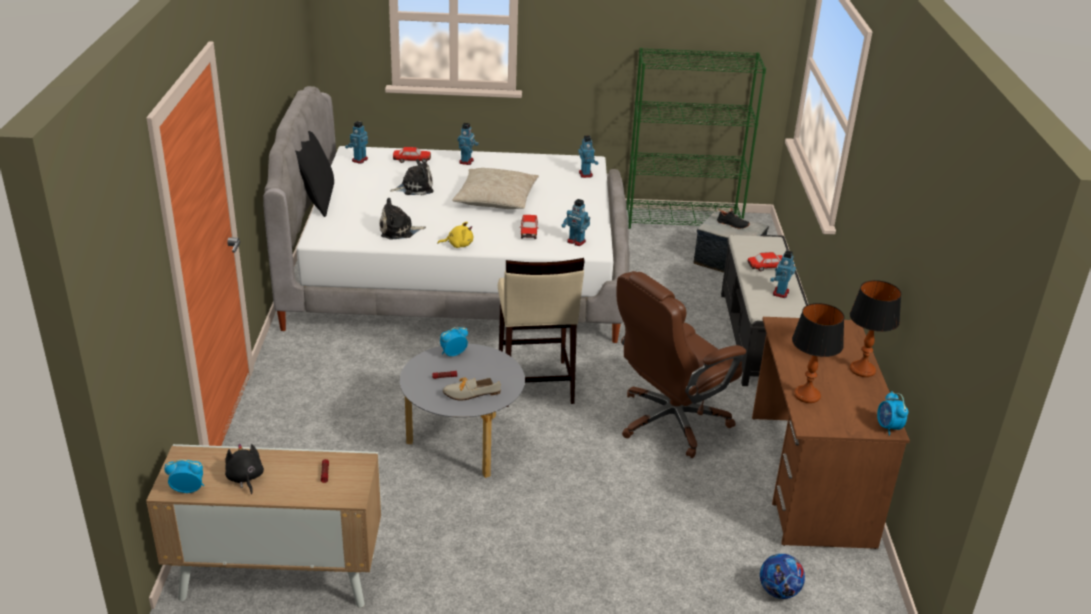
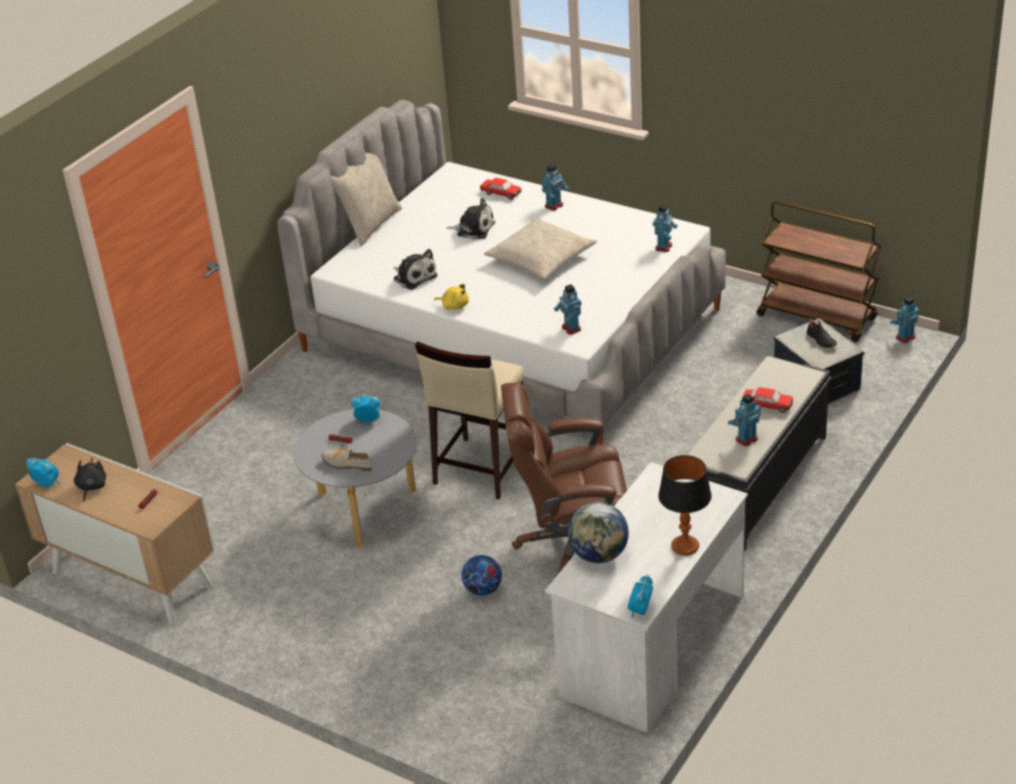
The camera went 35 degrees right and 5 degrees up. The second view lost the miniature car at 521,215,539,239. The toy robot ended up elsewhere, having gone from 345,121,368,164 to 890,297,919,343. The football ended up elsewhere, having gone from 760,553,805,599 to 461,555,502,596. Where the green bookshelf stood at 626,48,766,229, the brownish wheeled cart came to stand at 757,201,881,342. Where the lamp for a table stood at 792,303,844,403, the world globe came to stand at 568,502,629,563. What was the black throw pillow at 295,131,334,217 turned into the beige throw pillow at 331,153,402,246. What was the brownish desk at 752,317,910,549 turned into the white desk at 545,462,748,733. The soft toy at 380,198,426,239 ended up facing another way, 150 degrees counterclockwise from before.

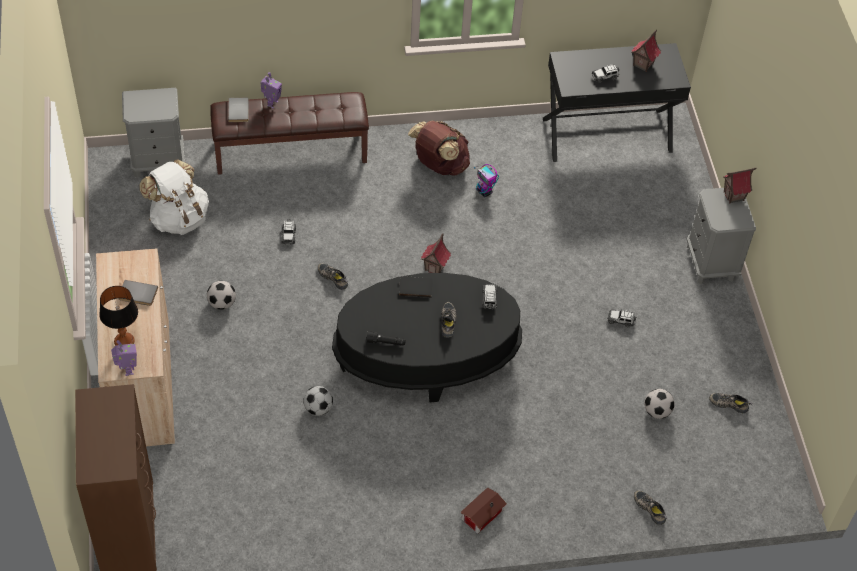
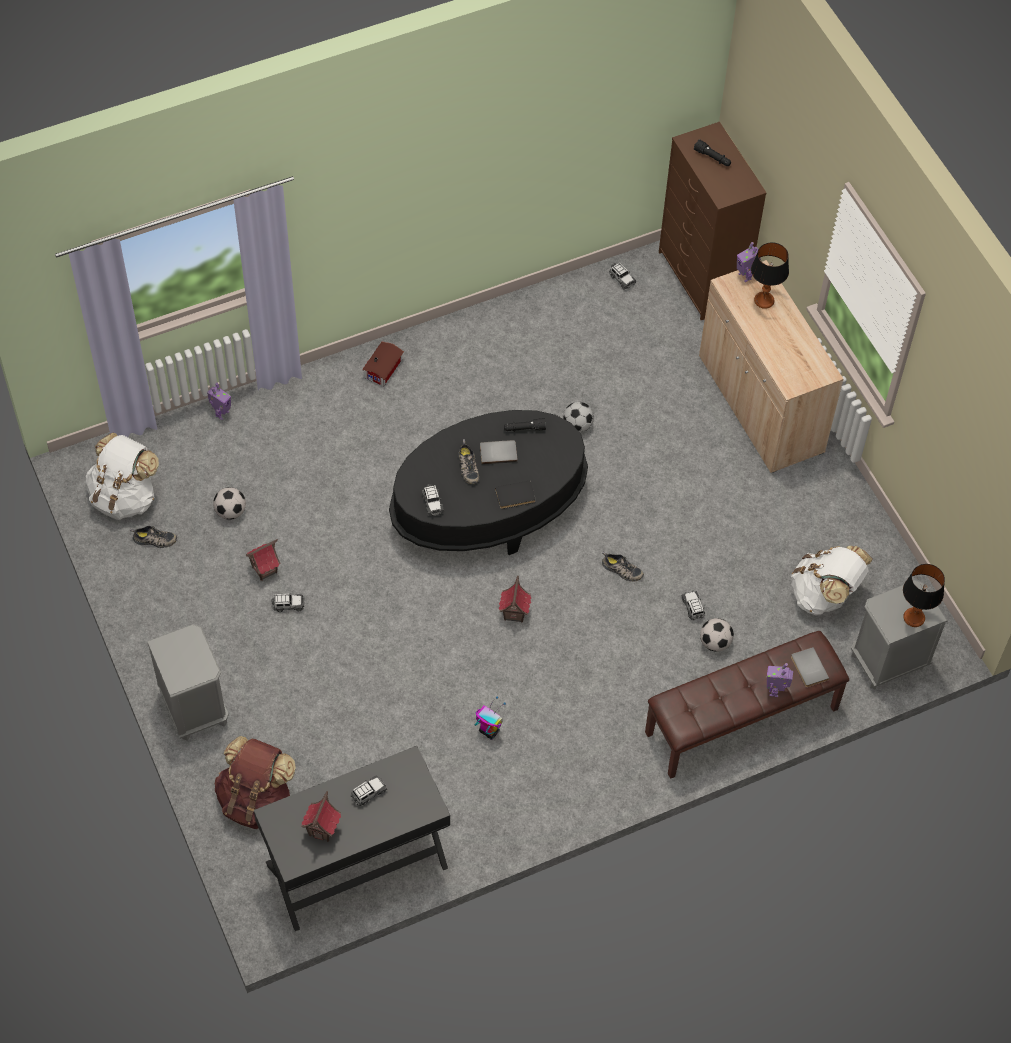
The camera went 165 degrees right and 5 degrees up. The second view gained the white rucksack at 86,432,159,520. The second view gained the miniature car at 609,262,636,289. The second view gained the black hand torch at 694,139,731,166. The second view gained the lamp for a table at 903,564,945,627. The grey volume ended up elsewhere, having gone from 119,280,158,306 to 480,440,518,465. The football ended up elsewhere, having gone from 207,281,236,310 to 700,618,734,652. The brownish rucksack ended up elsewhere, having gone from 408,121,470,176 to 215,736,296,829. The toy house ended up elsewhere, having gone from 723,168,756,204 to 246,539,281,581. Where the shoe stood at 634,490,667,525, the toy robot came to stand at 207,383,231,420.

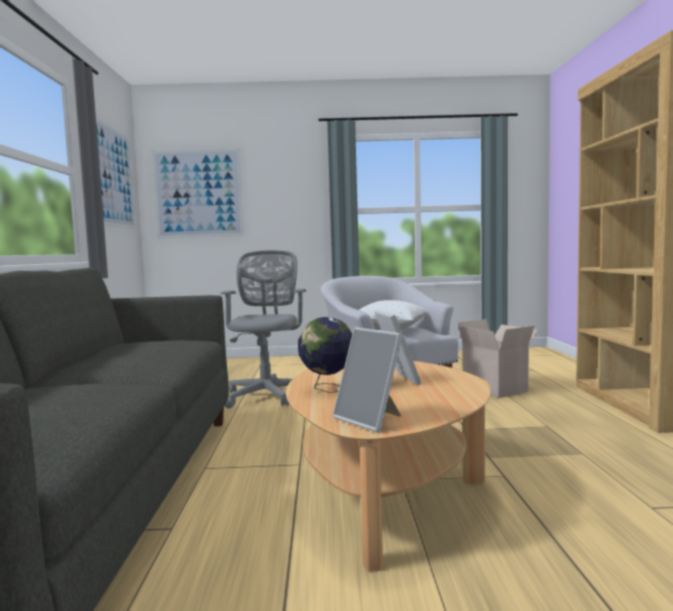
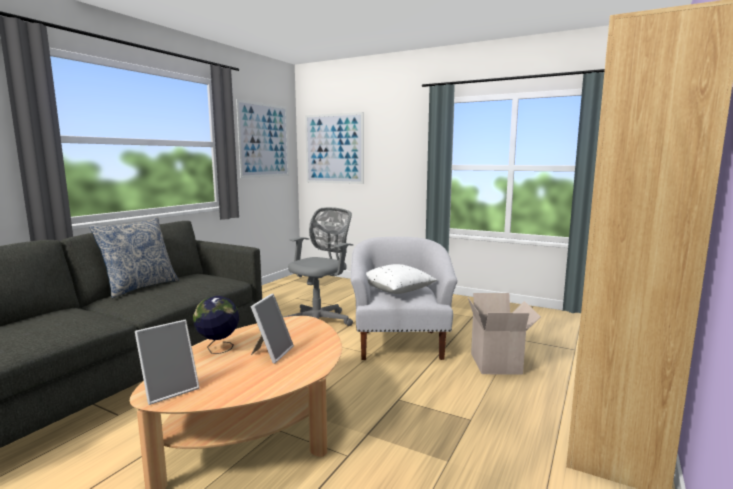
The camera went 30 degrees right and 5 degrees up. The second view gained the throw pillow at 89,217,179,298. The standing frame at 333,327,403,433 ended up facing another way, 120 degrees counterclockwise from before.

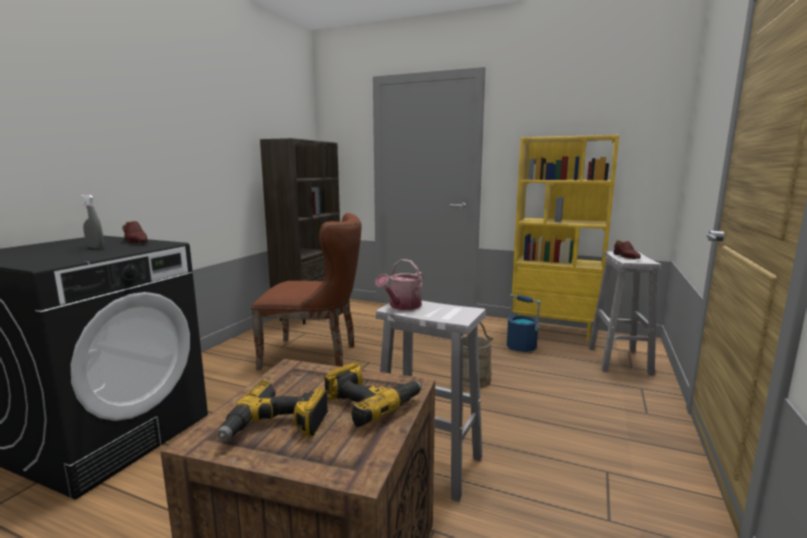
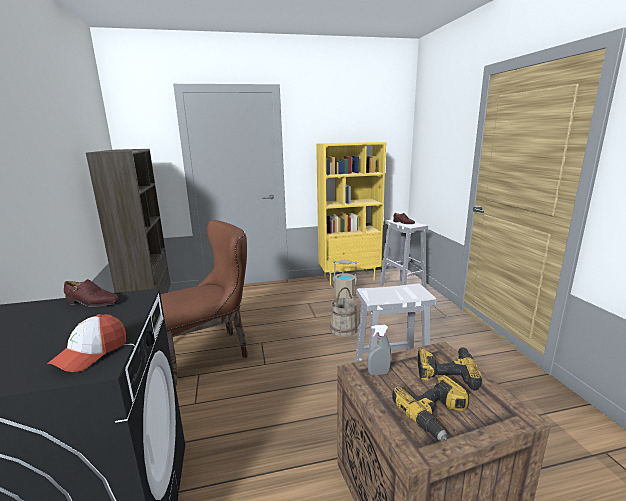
The camera went 35 degrees left and 5 degrees up. The second view lost the watering can at 375,259,424,310. The second view gained the cap at 47,314,126,372. The grey sprayer ended up elsewhere, having gone from 81,194,104,249 to 368,325,391,376. What was the bluish bucket at 507,294,541,352 turned into the beige bucket at 333,260,357,298.

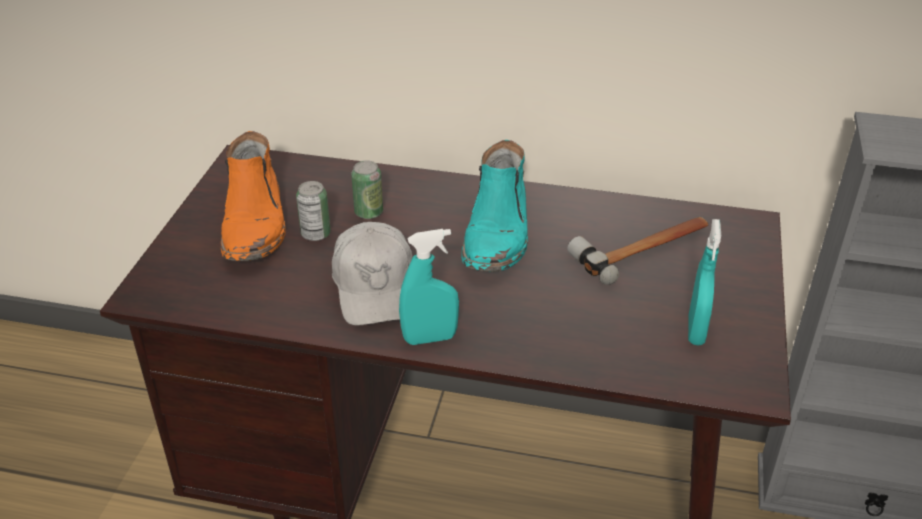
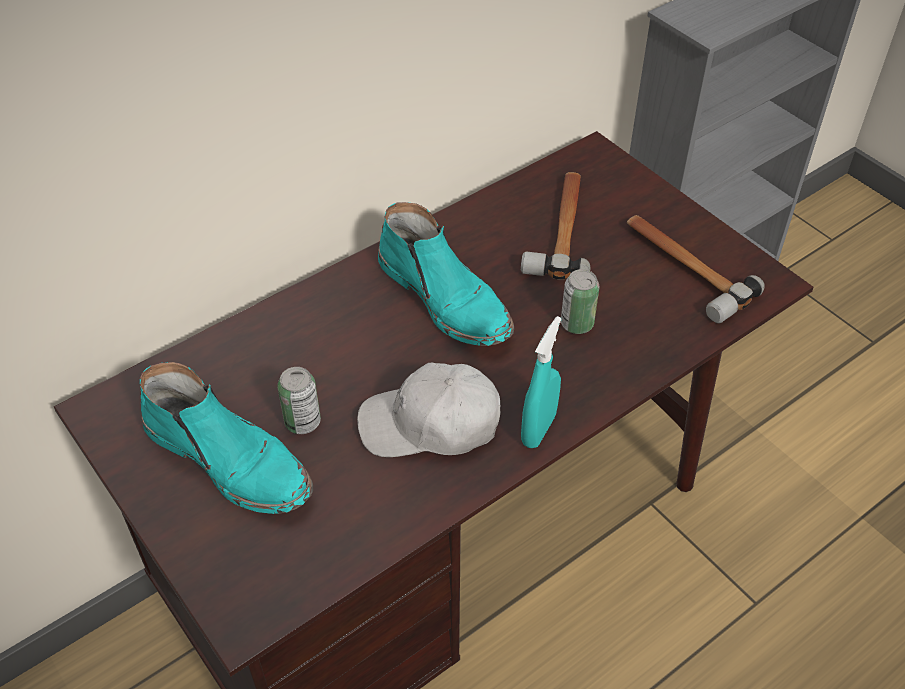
The camera went 50 degrees left and 10 degrees up. The sealed can ended up elsewhere, having gone from 351,160,383,219 to 561,269,600,334. Where the turquoise-coloured sprayer stood at 688,219,721,345, the tool hammer came to stand at 627,215,765,323. What was the orange tall boot at 221,131,286,261 turned into the turquoise-coloured tall boot at 140,362,313,514. The white cap at 332,222,413,325 ended up facing another way, 150 degrees clockwise from before.

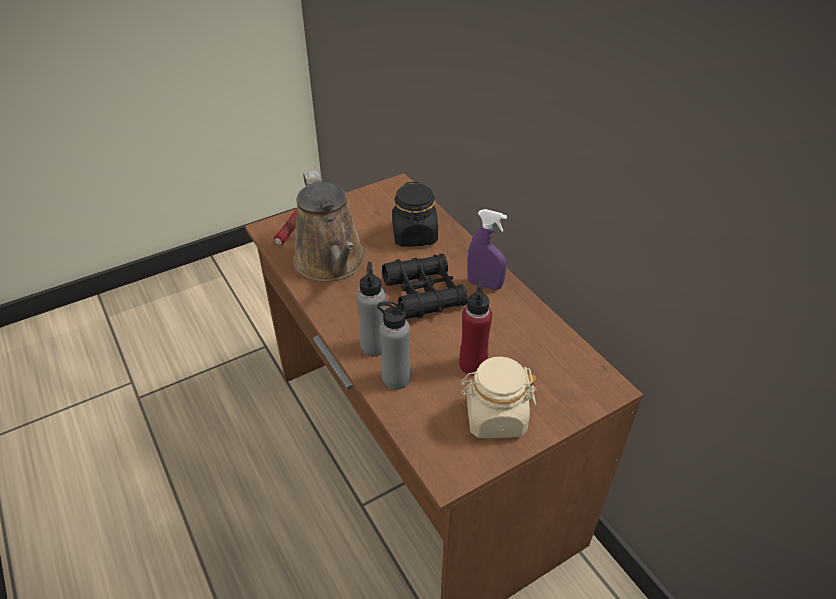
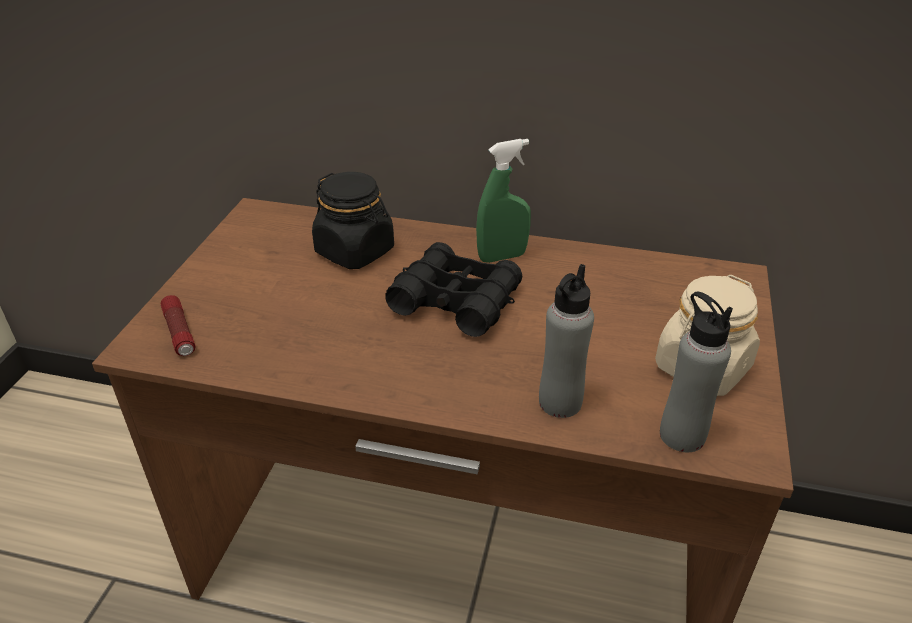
The camera went 45 degrees left and 5 degrees down. The second view lost the brownish watering can at 293,170,365,282. The second view lost the reddish beverage bottle at 459,279,492,375. The grey beverage bottle ended up elsewhere, having gone from 357,262,386,357 to 660,292,733,452. What was the purple sprayer at 467,209,507,290 turned into the green sprayer at 476,139,531,263.

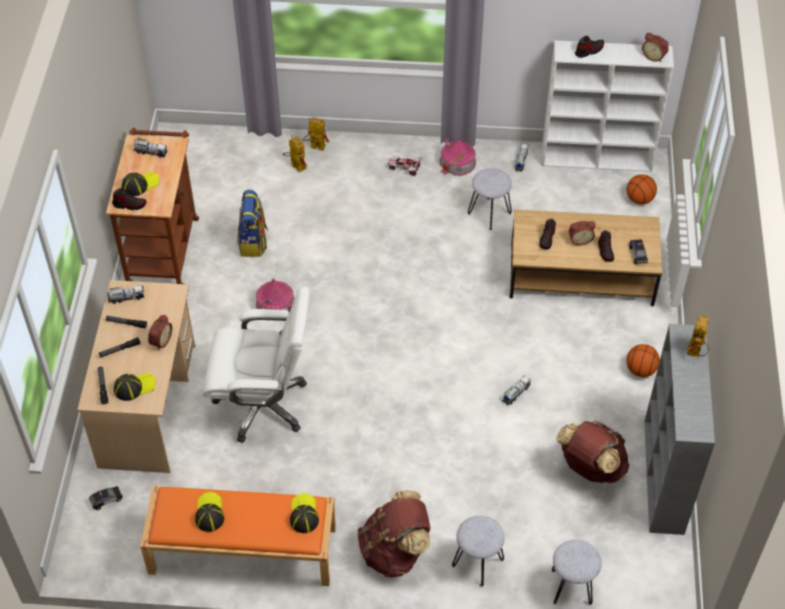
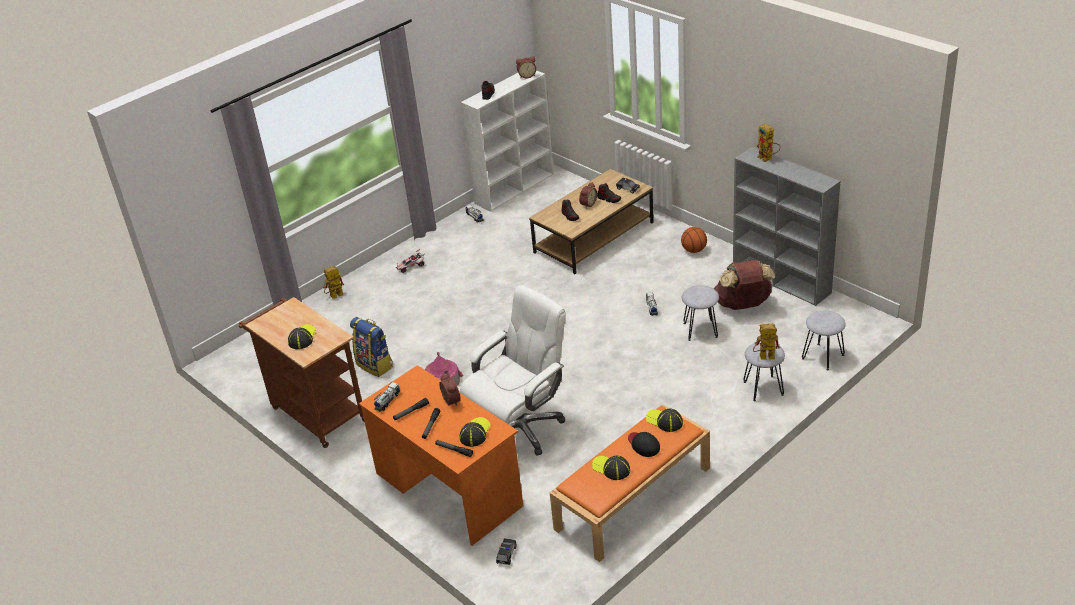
The camera went 45 degrees left and 15 degrees down. The second view lost the shoe at 112,188,146,210. The second view lost the toy lorry at 134,138,167,158. The second view lost the brownish rucksack at 357,490,430,578. The second view lost the toy house at 440,136,476,176. The second view lost the basketball ball at 627,174,657,205. The second view gained the black cap at 628,432,660,457. The toy robot ended up elsewhere, having gone from 283,135,307,173 to 753,323,780,360. The grey stool seat ended up elsewhere, having gone from 468,168,512,230 to 682,285,719,341. What was the beige desk at 77,280,195,473 turned into the orange desk at 359,365,523,546.

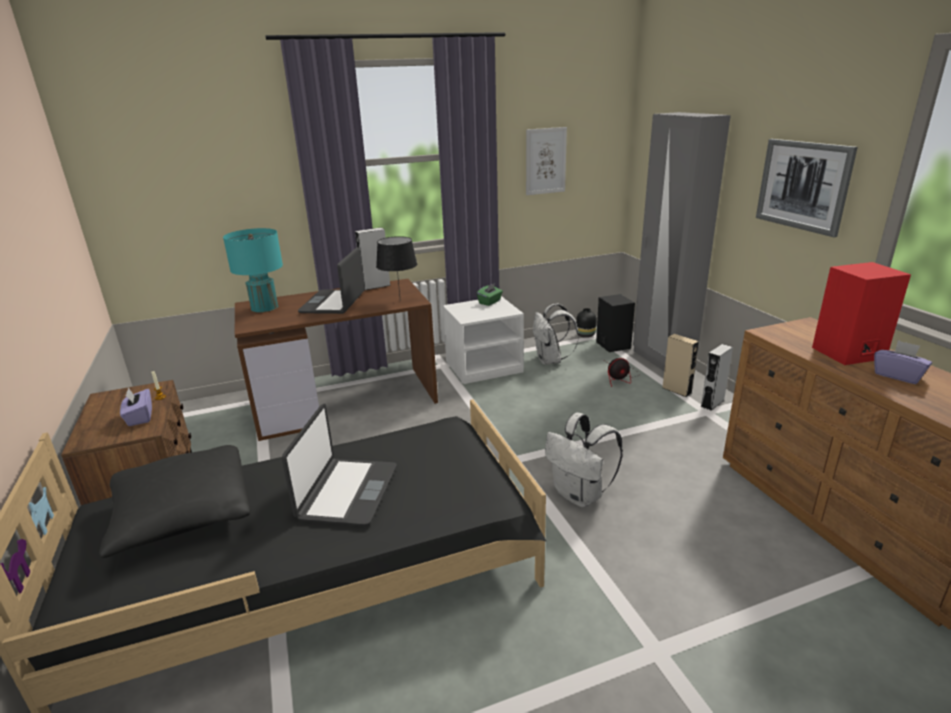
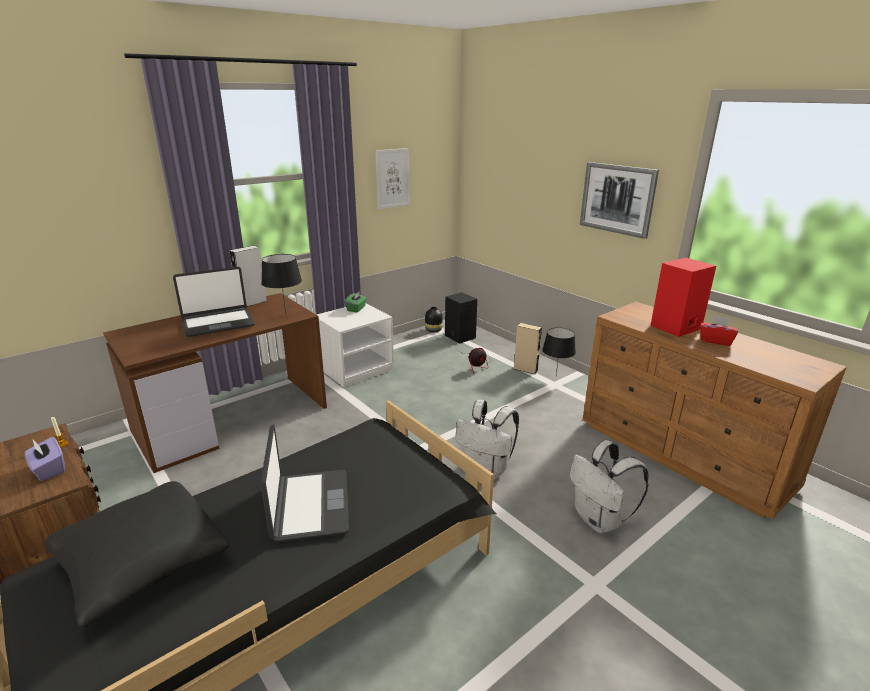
The camera went 20 degrees left and 0 degrees up. The second view lost the turquoise-coloured lamp for a table at 223,228,283,312. The second view lost the grey clothes cupboard at 633,112,731,371. The white rucksack ended up elsewhere, having gone from 533,303,579,365 to 570,440,649,533. Where the grey speaker stood at 701,344,733,411, the black lamp for a table came to stand at 542,327,576,375. What was the purple box of tissues at 874,340,932,384 turned into the reddish box of tissues at 700,315,738,346. The notebook computer at 298,247,365,314 ended up facing another way, 105 degrees counterclockwise from before.

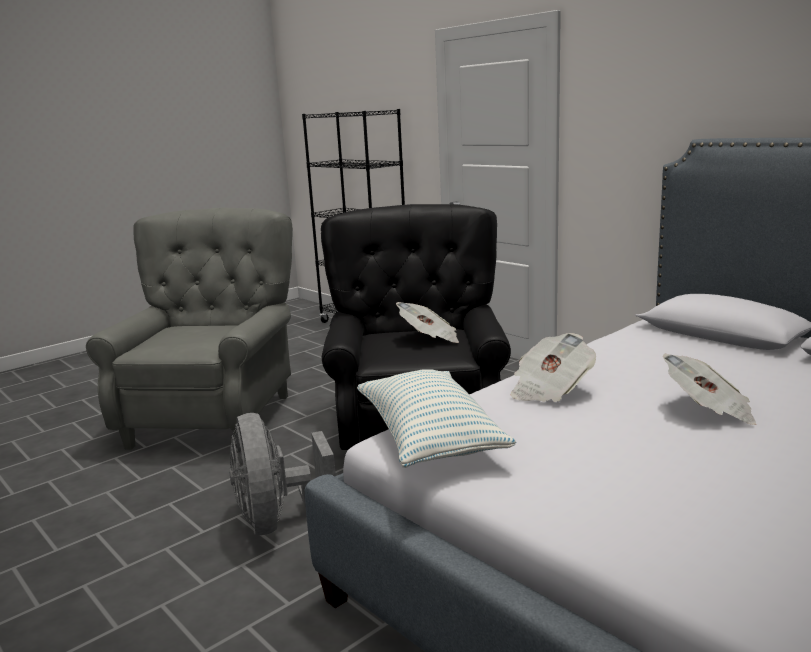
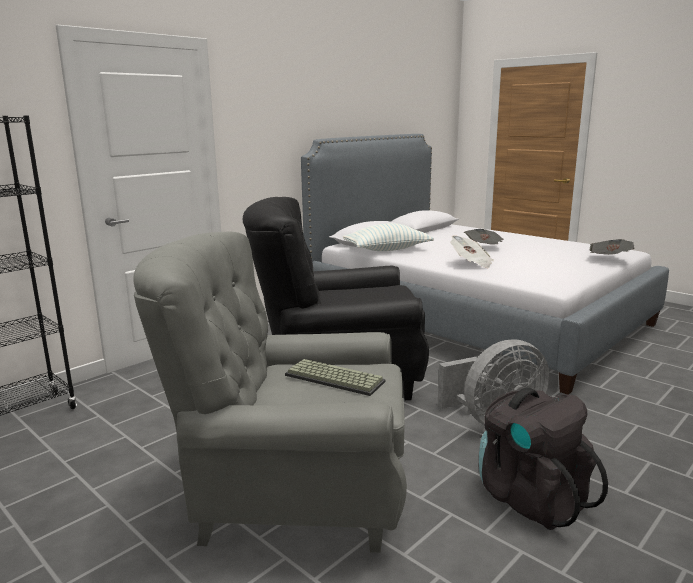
The camera went 95 degrees left and 0 degrees up. The second view gained the computer keyboard at 285,359,386,396. The second view gained the black rucksack at 479,388,608,530. The throw pillow ended up elsewhere, having gone from 357,369,516,468 to 343,223,434,251. The newspaper ended up elsewhere, having gone from 396,302,459,343 to 589,239,635,255.

